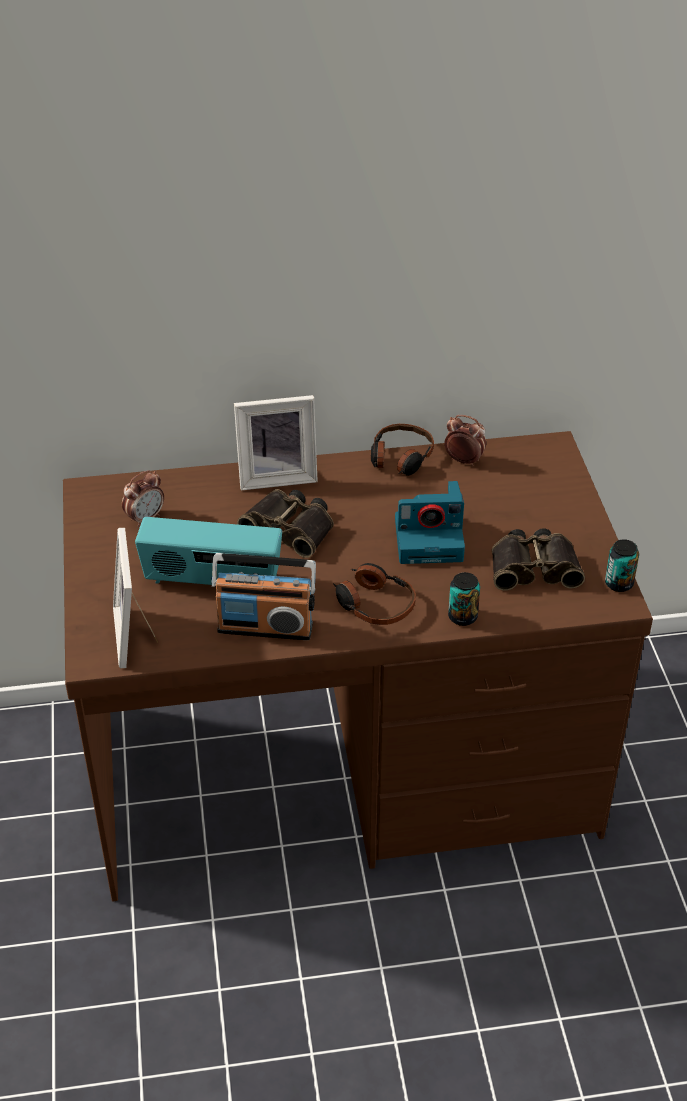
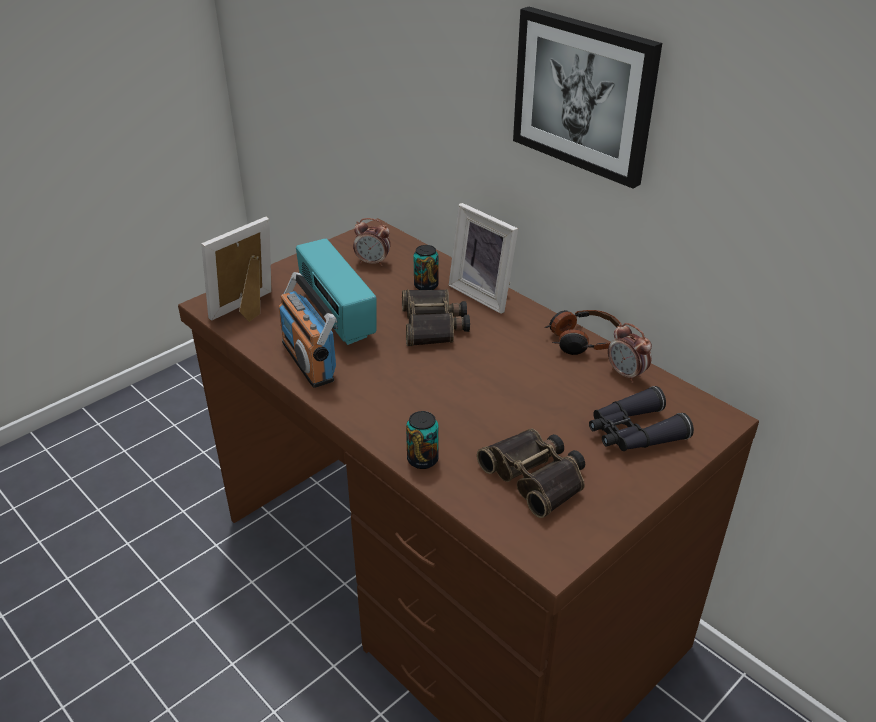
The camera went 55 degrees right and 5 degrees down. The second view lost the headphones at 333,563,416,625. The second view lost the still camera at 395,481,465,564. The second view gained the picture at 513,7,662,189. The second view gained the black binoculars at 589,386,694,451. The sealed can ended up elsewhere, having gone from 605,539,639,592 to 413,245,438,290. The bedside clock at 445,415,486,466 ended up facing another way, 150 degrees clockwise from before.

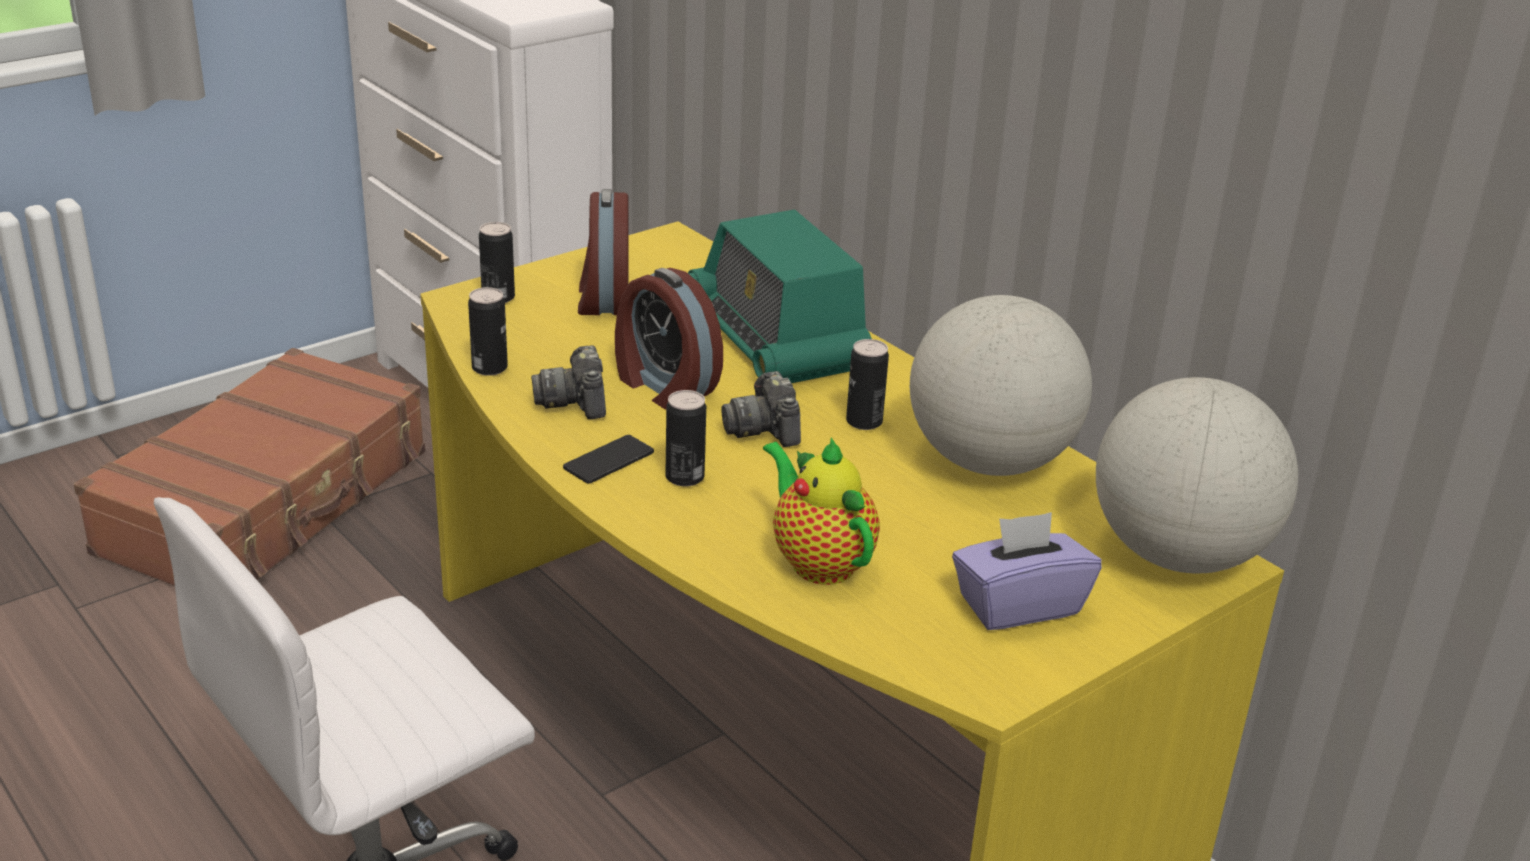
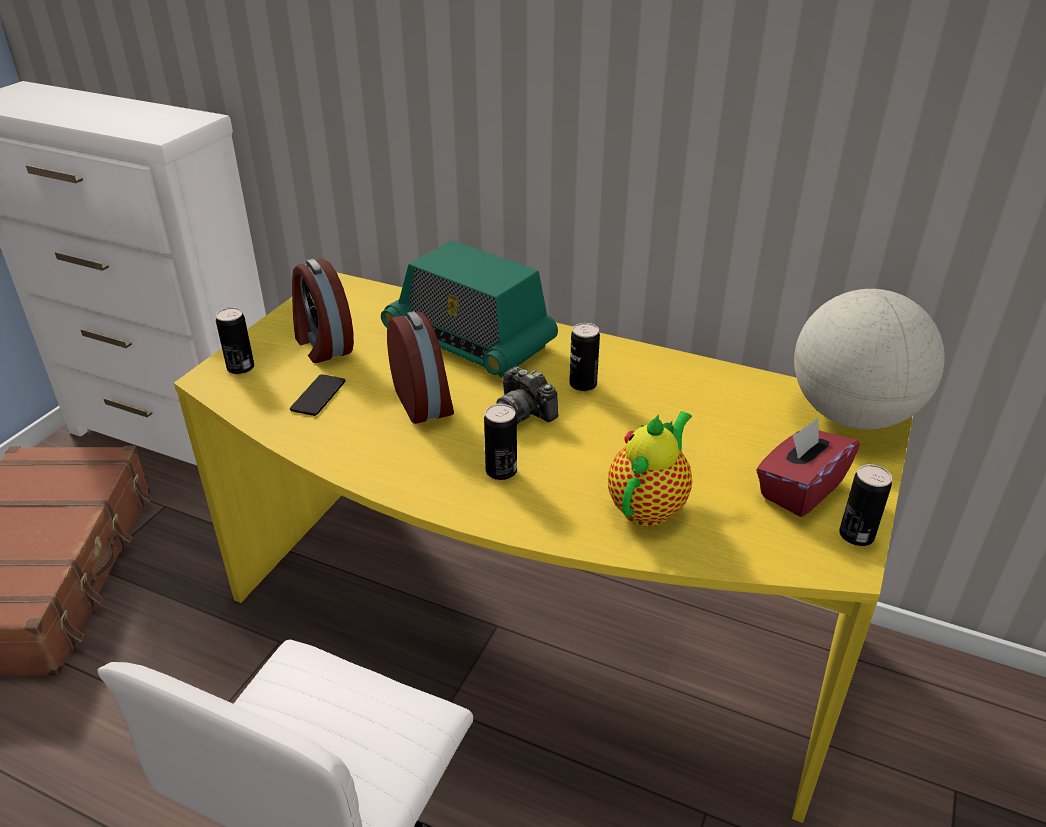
The camera went 25 degrees left and 5 degrees up. The second view lost the still camera at 531,345,606,419. The second view lost the world globe at 910,295,1092,476. The sealed can ended up elsewhere, having gone from 468,287,508,376 to 839,464,892,546. The handset ended up elsewhere, having gone from 563,435,654,484 to 290,374,345,416. What was the purple box of tissues at 952,512,1102,630 turned into the reddish box of tissues at 756,418,860,517. The bedside clock at 615,268,723,409 ended up facing another way, 135 degrees counterclockwise from before. The tea pot at 763,437,880,585 ended up facing another way, 90 degrees clockwise from before.

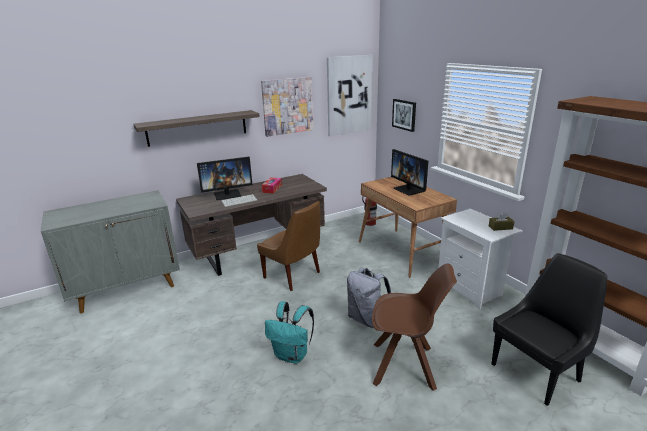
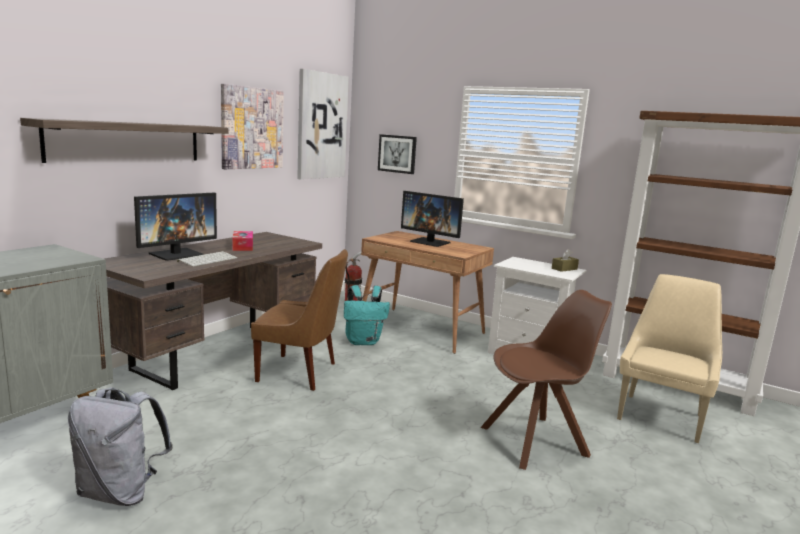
The camera went 30 degrees left and 10 degrees down. The turquoise-coloured rucksack ended up elsewhere, having gone from 265,301,314,364 to 344,285,390,345. The grey rucksack ended up elsewhere, having gone from 347,268,391,328 to 68,387,173,506. What was the black chair at 492,253,607,406 turned into the beige chair at 617,274,722,443.

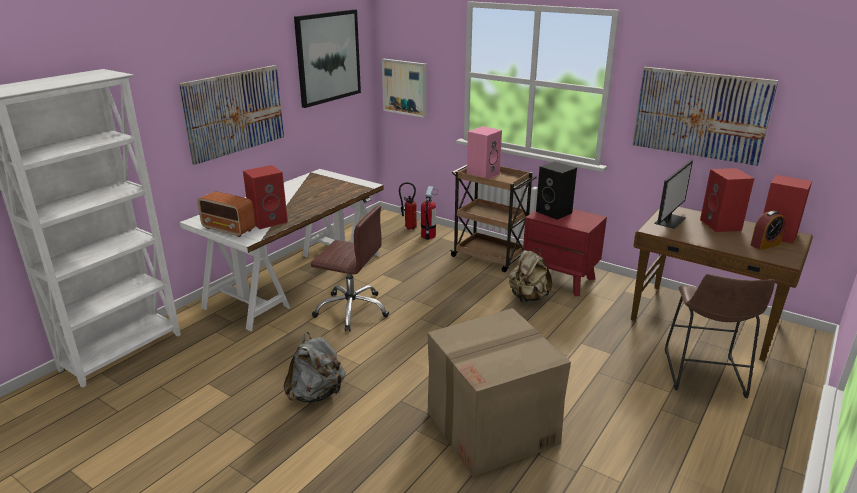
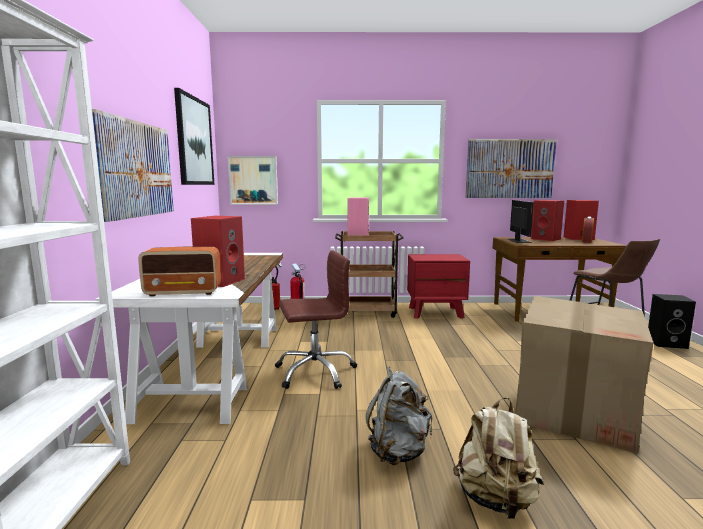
The camera went 35 degrees left and 15 degrees down. The beige rucksack ended up elsewhere, having gone from 509,248,552,302 to 453,397,544,519. The black speaker ended up elsewhere, having gone from 536,161,577,220 to 648,294,696,349.

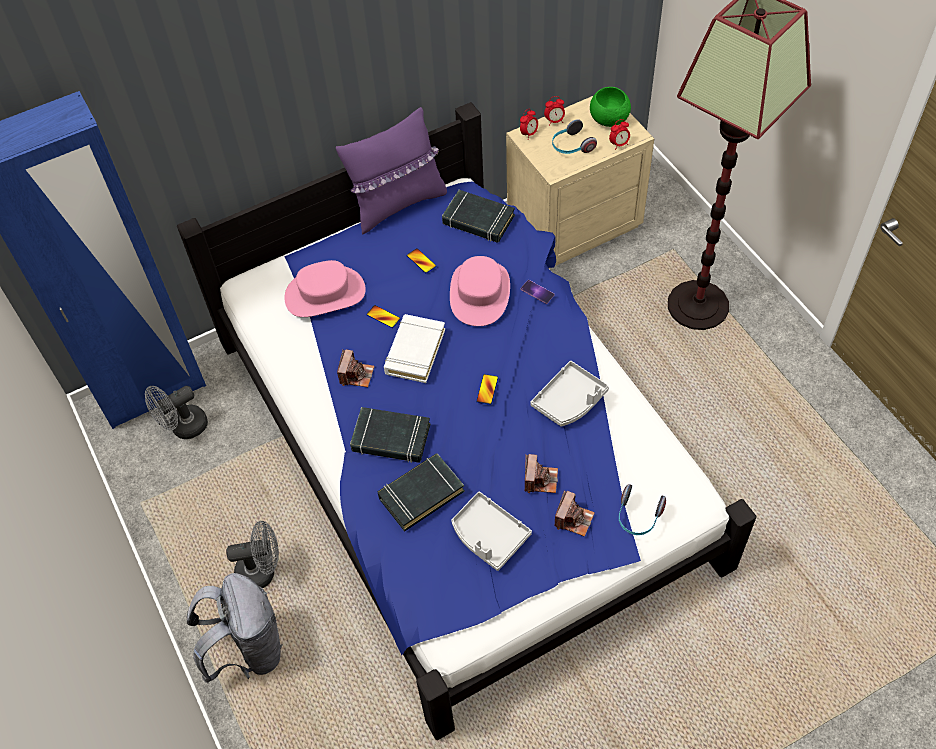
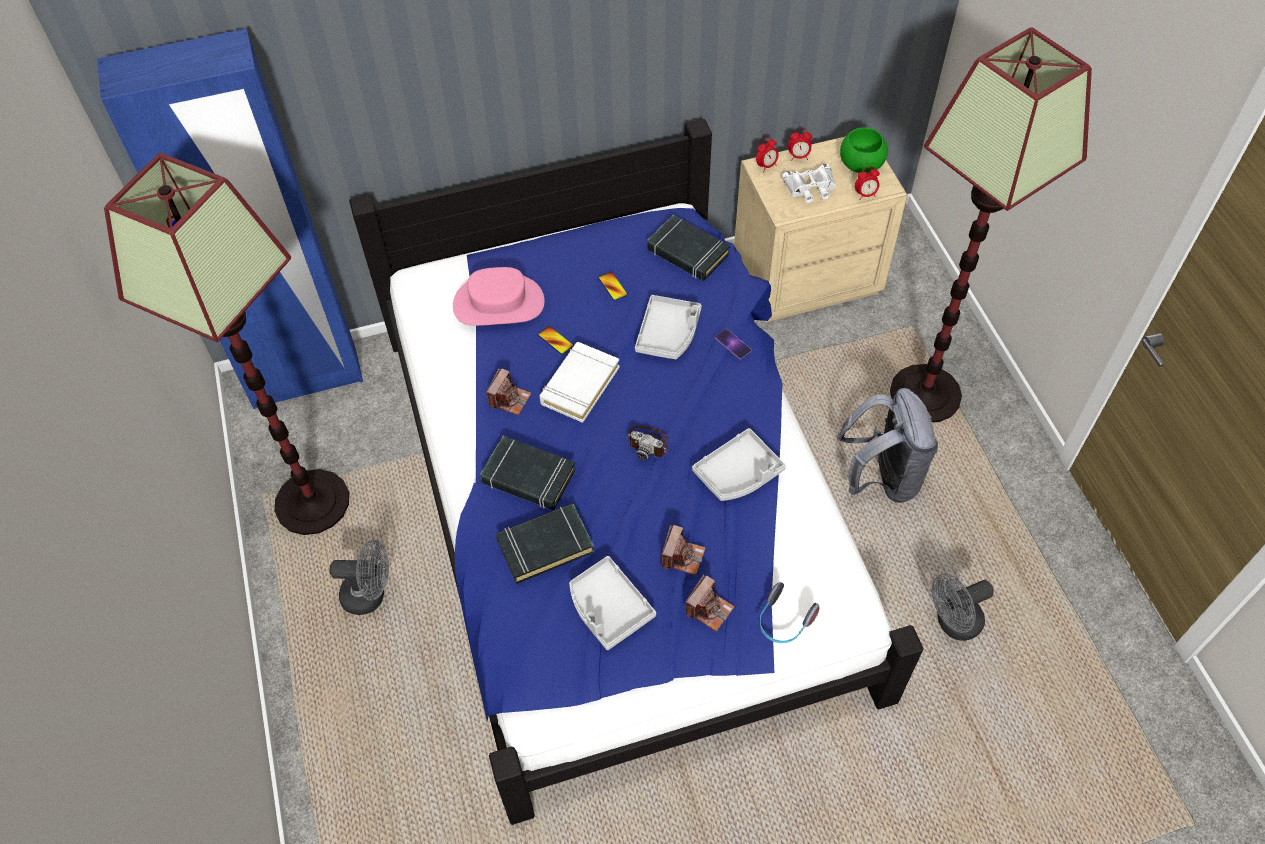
The camera went 10 degrees right and 0 degrees up. The second view lost the purple throw pillow at 336,107,447,234. The second view gained the standing lamp at 104,153,349,535. The grey electric fan ended up elsewhere, having gone from 145,386,208,439 to 932,573,994,641. The grey rucksack ended up elsewhere, having gone from 187,573,283,684 to 837,388,938,503. Where the pinkish hat stood at 450,256,510,326, the grey carrying tray came to stand at 635,295,702,359. Where the handset stood at 476,374,498,405, the still camera came to stand at 626,426,668,460. Where the headphones stood at 552,119,597,154, the white binoculars came to stand at 782,164,836,203.

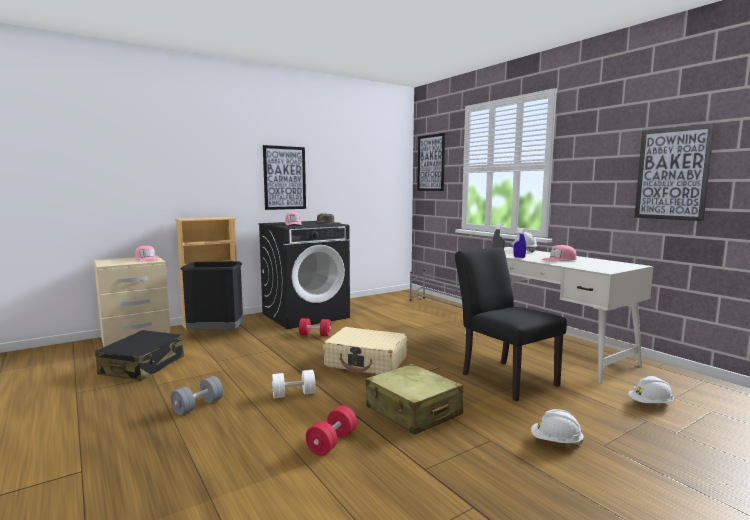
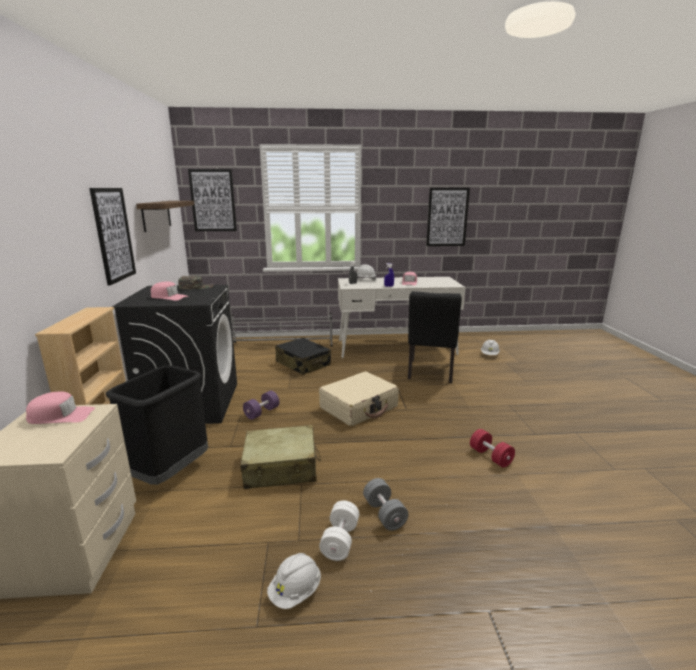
The camera went 60 degrees left and 10 degrees up. The second view gained the bracket shelf at 136,201,194,232. The black suitcase ended up elsewhere, having gone from 95,330,184,381 to 275,338,331,375. The white hand weight ended up elsewhere, having gone from 271,370,316,398 to 319,501,359,561. The beige suitcase ended up elsewhere, having gone from 366,364,463,435 to 240,425,321,489. The white hard hat ended up elsewhere, having gone from 531,409,584,444 to 267,553,321,609. What was the reddish hand weight at 299,318,331,336 turned into the purple hand weight at 243,390,279,420. The black chair at 455,247,567,401 ended up facing another way, 75 degrees counterclockwise from before.

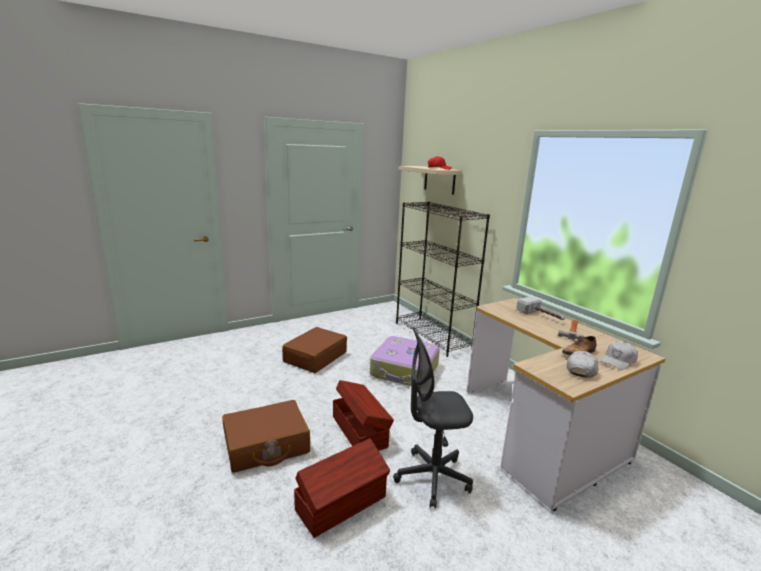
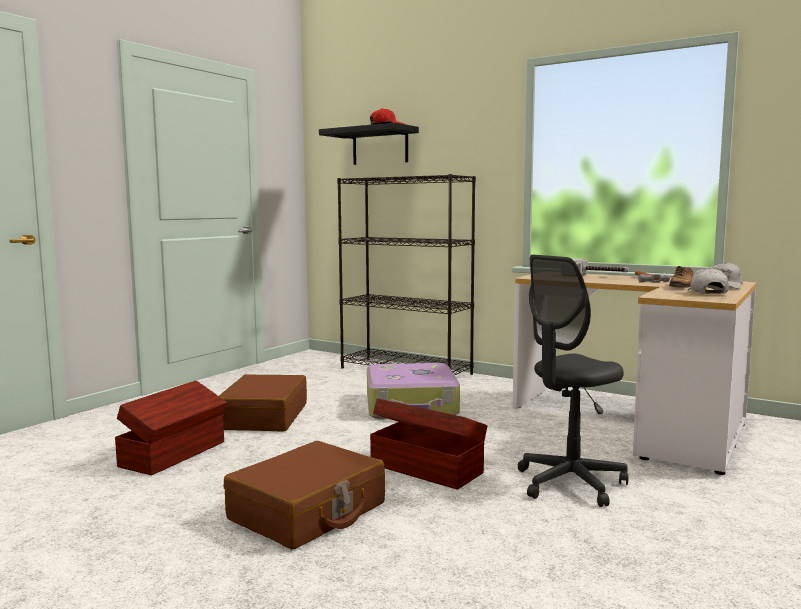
The camera went 25 degrees left and 10 degrees down. The brownish storage box ended up elsewhere, having gone from 294,438,390,538 to 115,381,227,475. What was the beige bracket shelf at 399,166,462,194 turned into the black bracket shelf at 319,123,419,165.

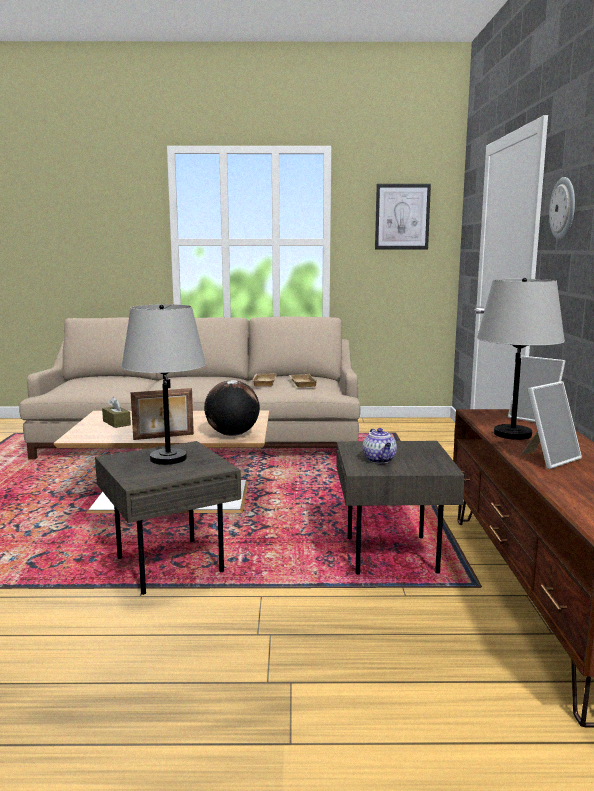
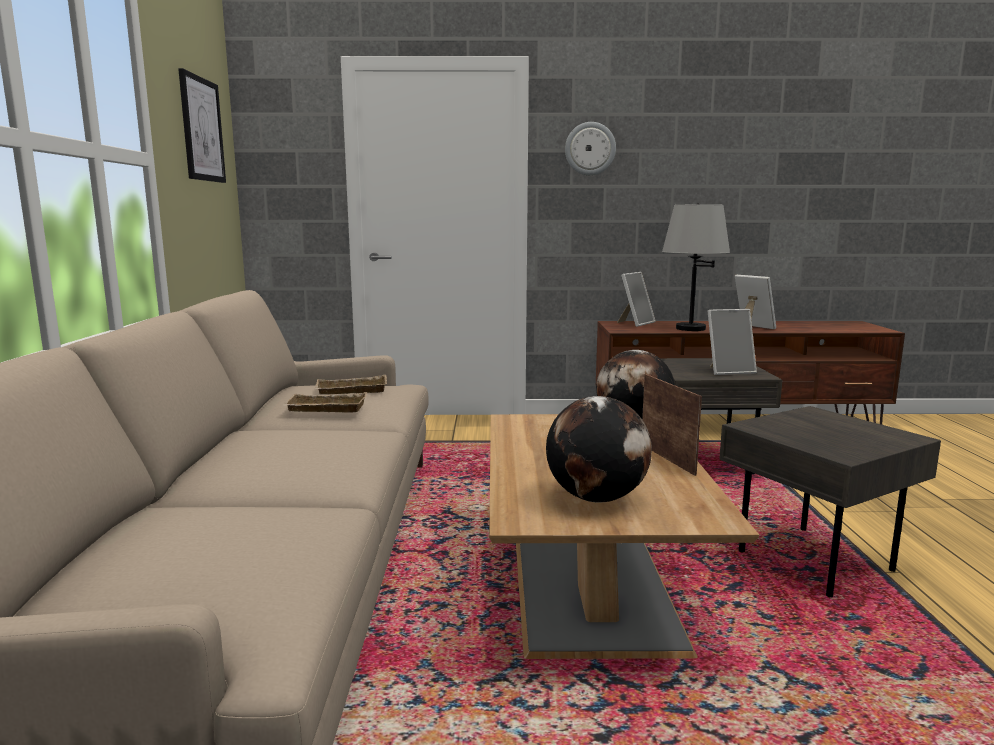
The camera went 90 degrees left and 0 degrees up. The second view lost the grey lamp for a table at 121,304,206,465. Where the brownish box of tissues stood at 102,397,131,428, the world globe came to stand at 546,396,652,503. Where the tea pot stood at 363,428,397,463, the standing frame came to stand at 708,309,757,375.

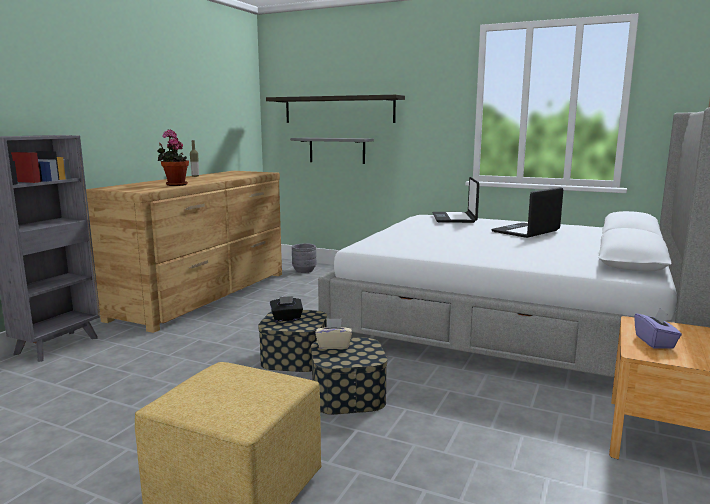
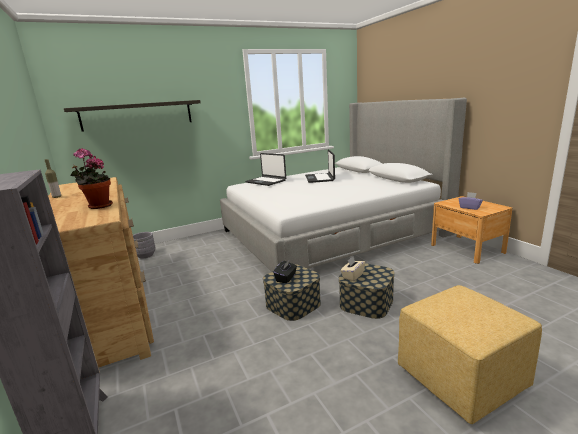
The camera went 50 degrees left and 5 degrees up. The second view lost the grey bracket shelf at 290,138,374,164.

